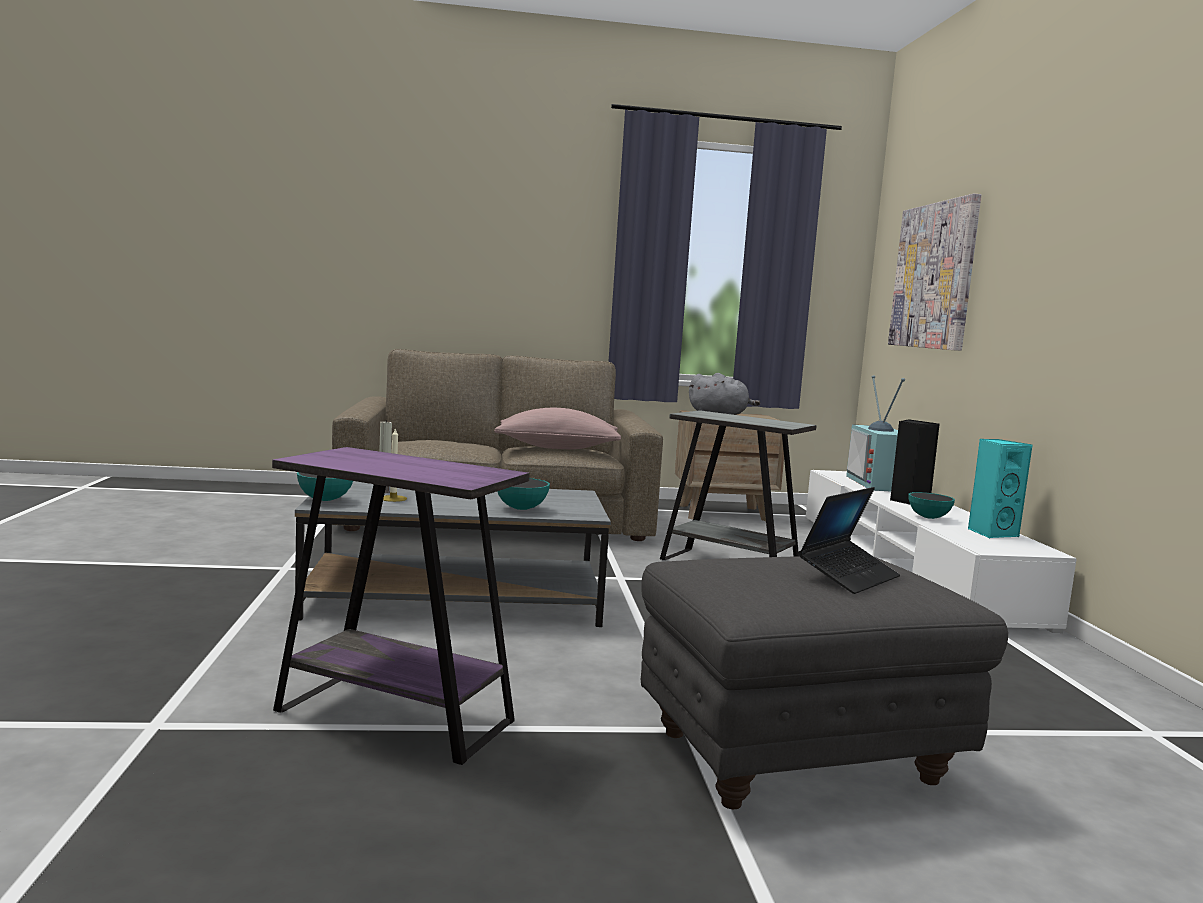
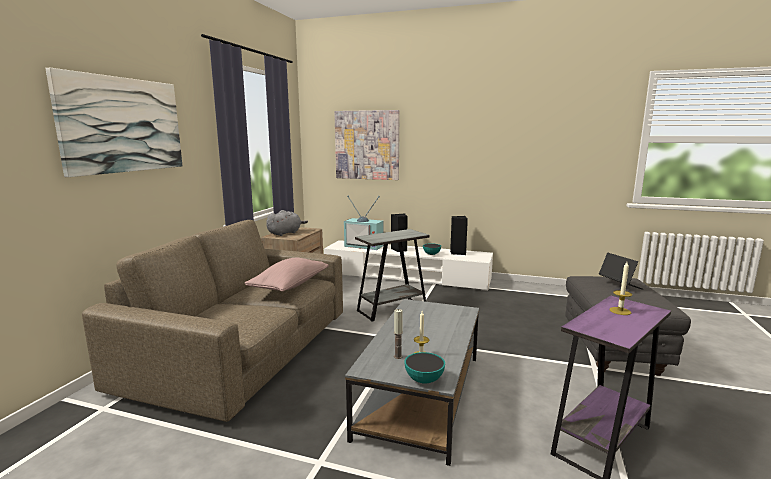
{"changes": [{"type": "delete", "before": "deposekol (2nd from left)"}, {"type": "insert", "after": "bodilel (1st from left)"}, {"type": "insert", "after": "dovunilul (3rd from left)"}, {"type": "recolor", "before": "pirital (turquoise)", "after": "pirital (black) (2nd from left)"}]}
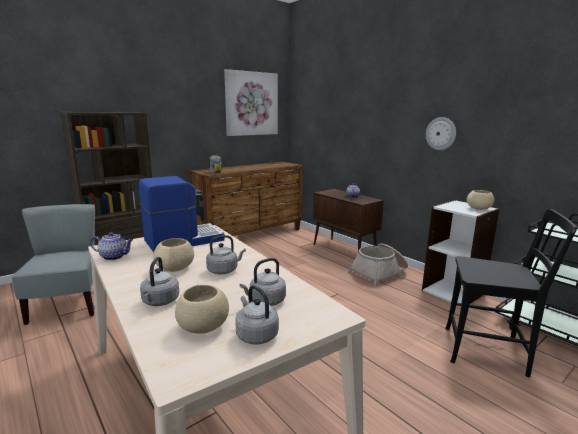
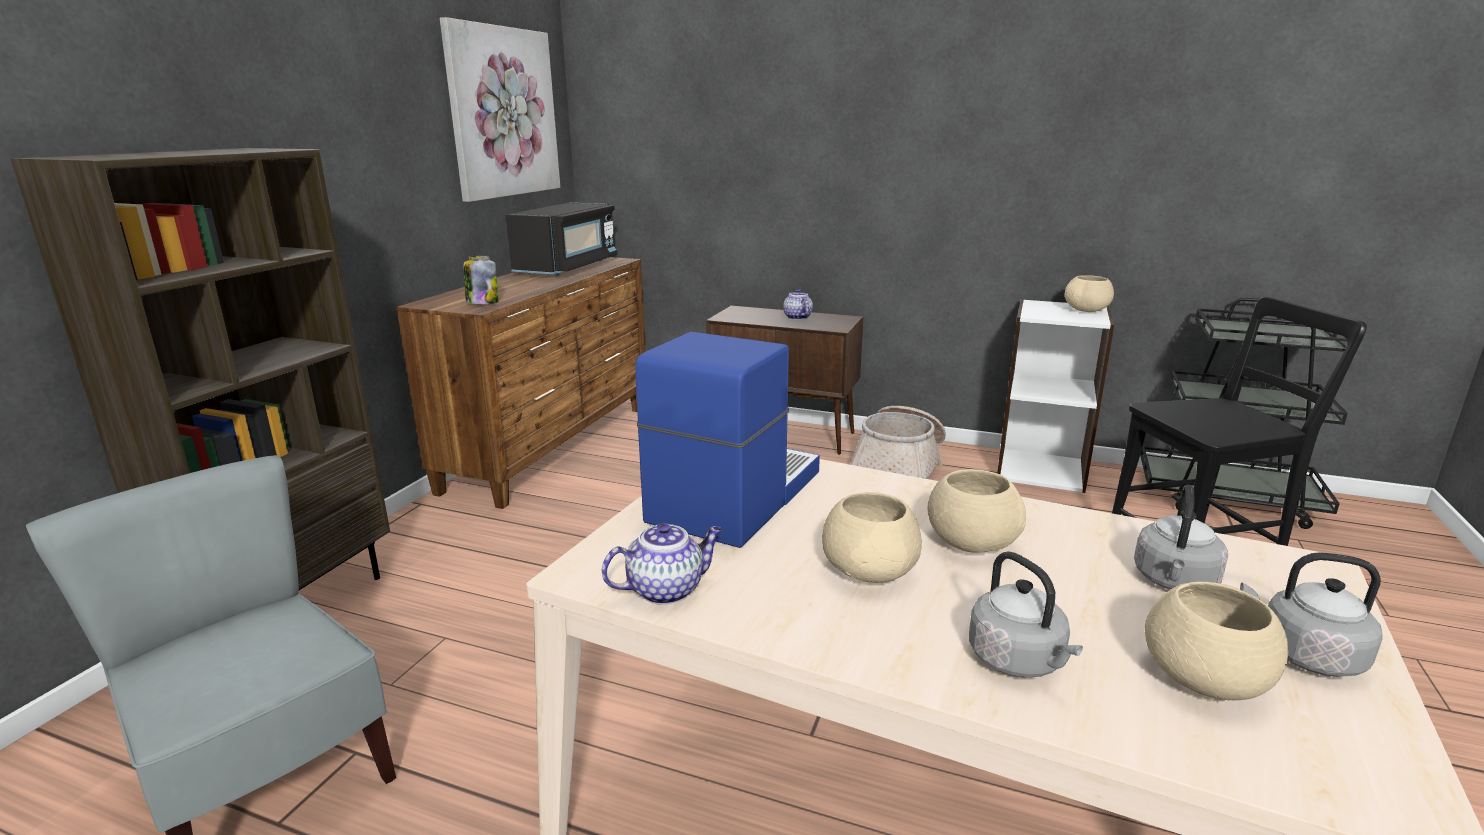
{"changes": [{"type": "delete", "before": "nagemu"}, {"type": "insert", "after": "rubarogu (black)"}, {"type": "replace", "before": "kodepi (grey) (2nd from left)", "after": "deposekol (beige) (2nd from left)"}]}
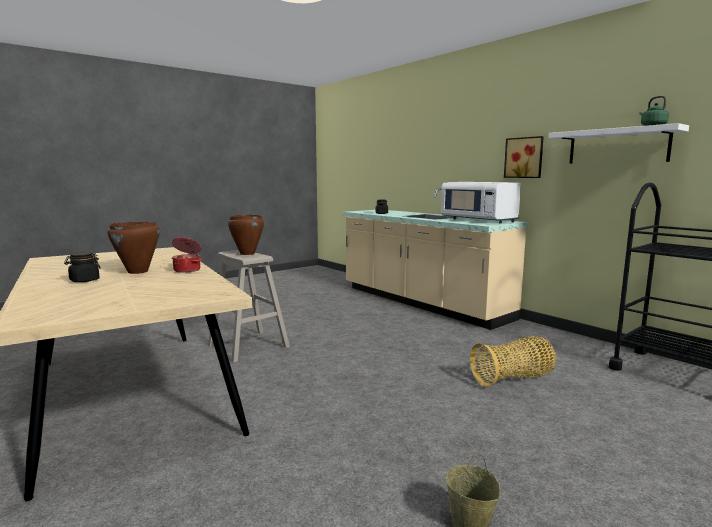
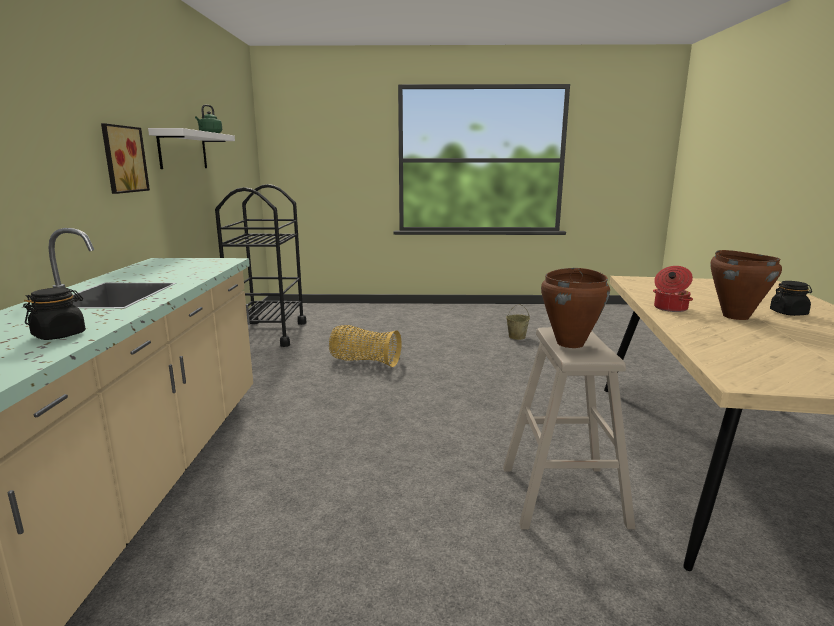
{"changes": [{"type": "delete", "before": "rubarogu (white)"}]}
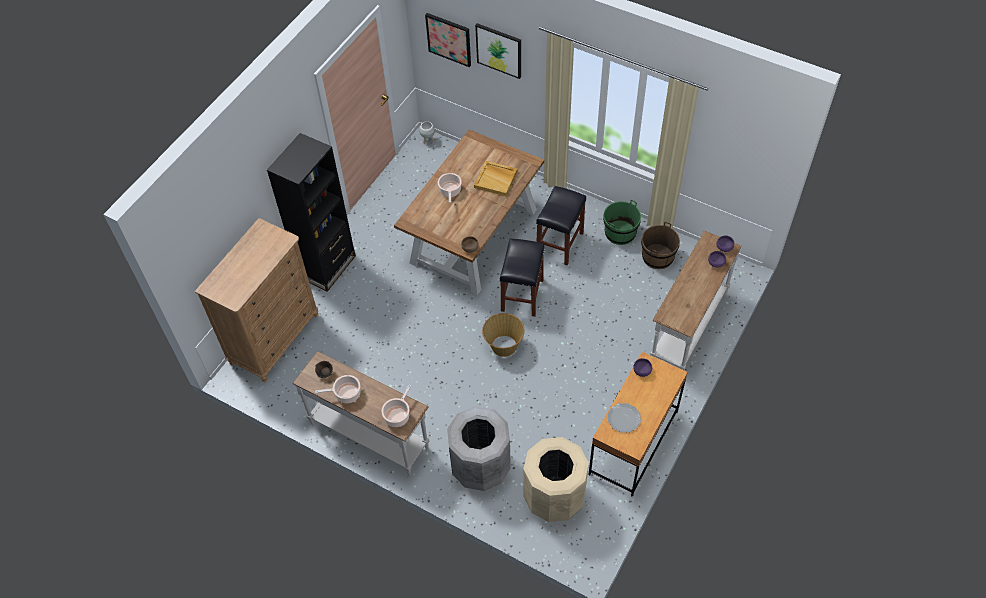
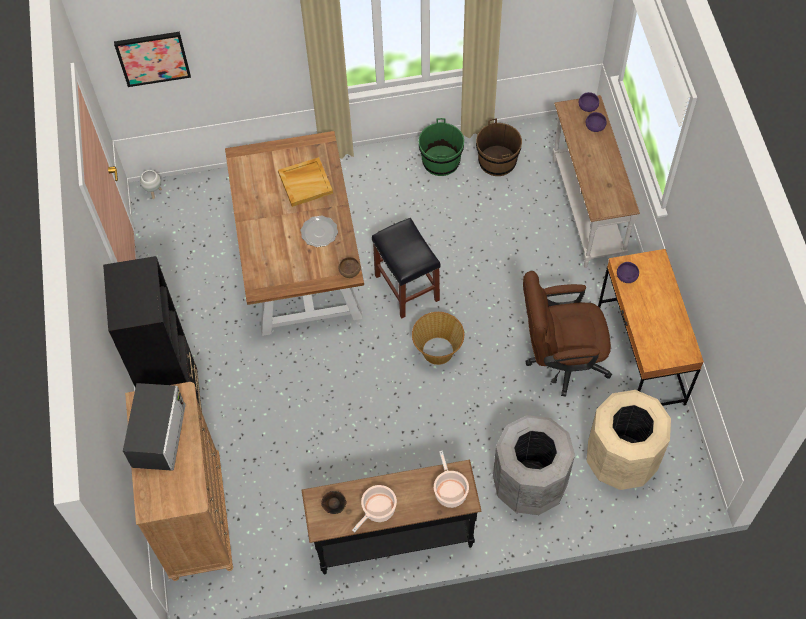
{"changes": [{"type": "delete", "before": "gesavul (3rd from left)"}, {"type": "delete", "before": "bodilel (2nd from left)"}, {"type": "delete", "before": "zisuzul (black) (2nd from left)"}, {"type": "insert", "after": "rubarogu"}, {"type": "insert", "after": "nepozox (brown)"}, {"type": "move", "before": "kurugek"}, {"type": "recolor", "before": "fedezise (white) (1st from left)", "after": "fedezise (black)"}]}
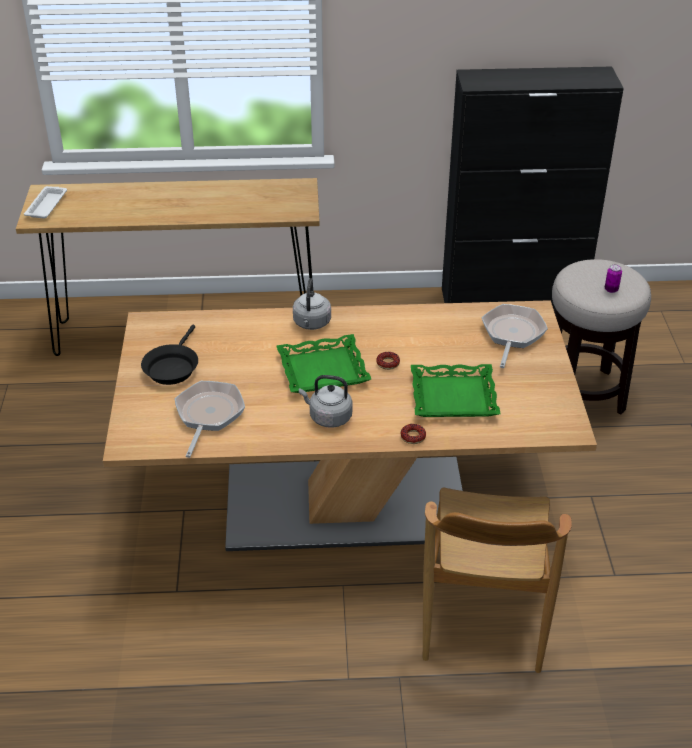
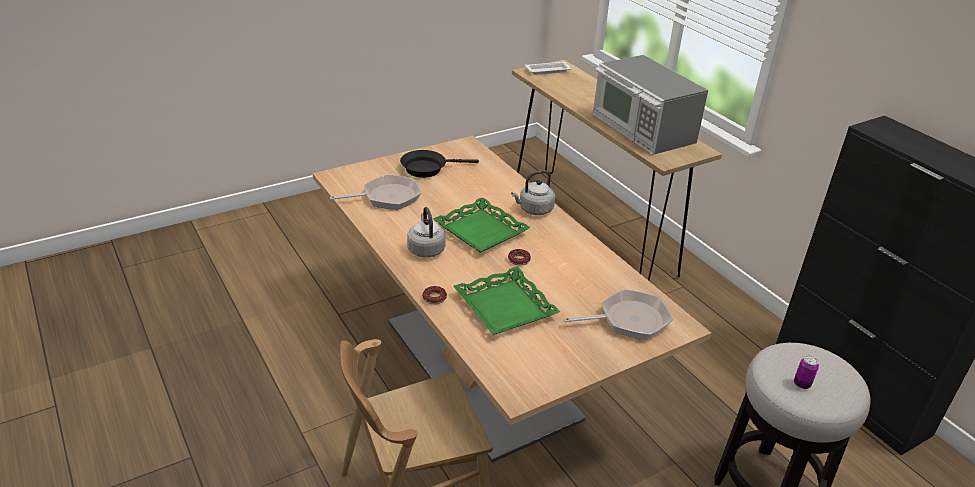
{"changes": [{"type": "insert", "after": "rubarogu"}]}
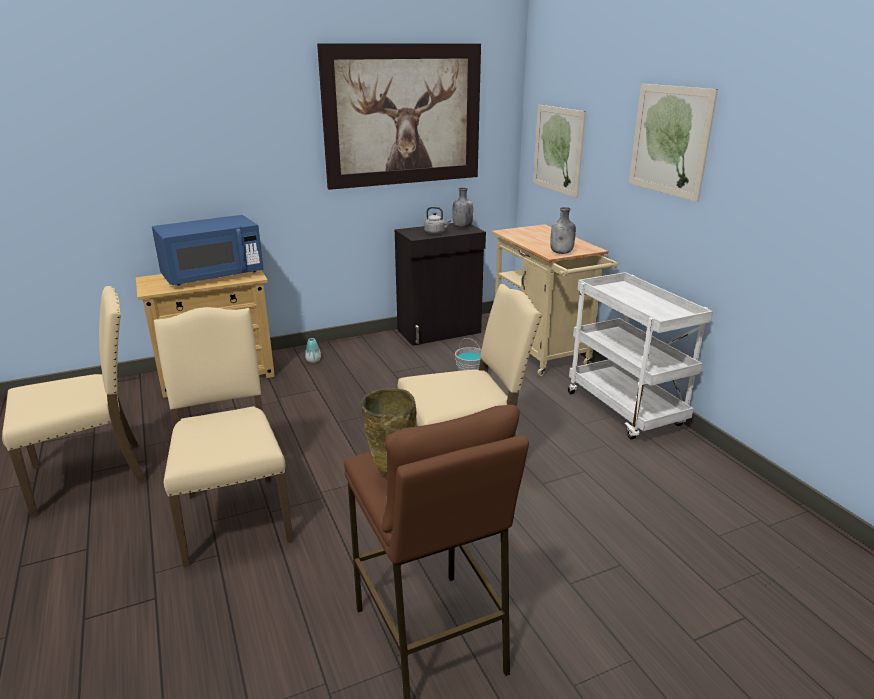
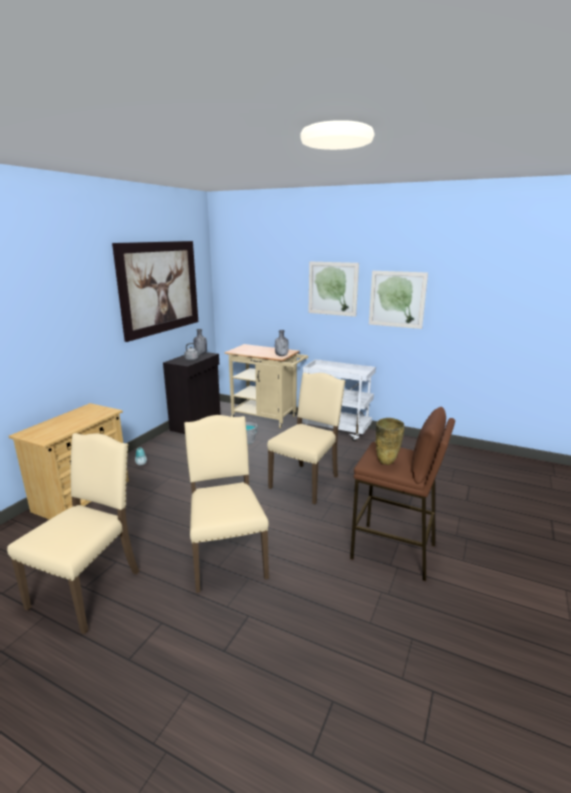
{"changes": [{"type": "delete", "before": "rubarogu (blue)"}, {"type": "move", "before": "bodilel (2nd from left in the first image)", "after": "bodilel (3rd from left)"}, {"type": "rotate", "before": "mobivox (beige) (2nd from left)", "turn": 45}]}
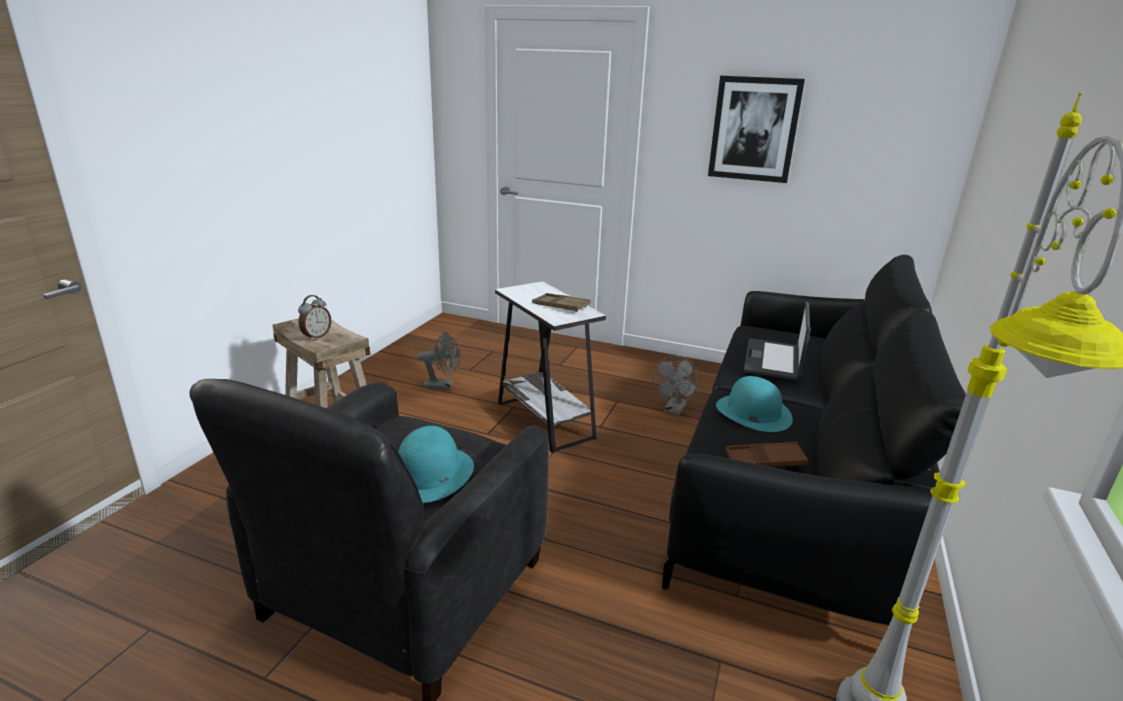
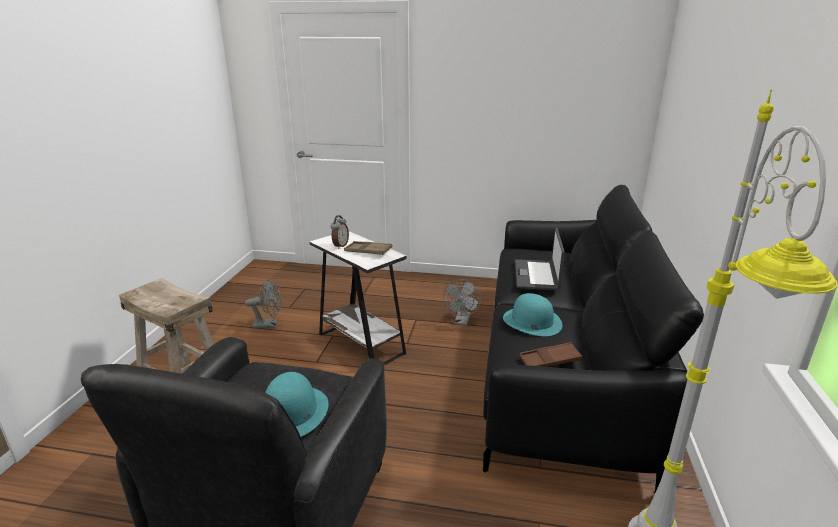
{"changes": [{"type": "delete", "before": "bodilel"}, {"type": "move", "before": "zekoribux"}]}
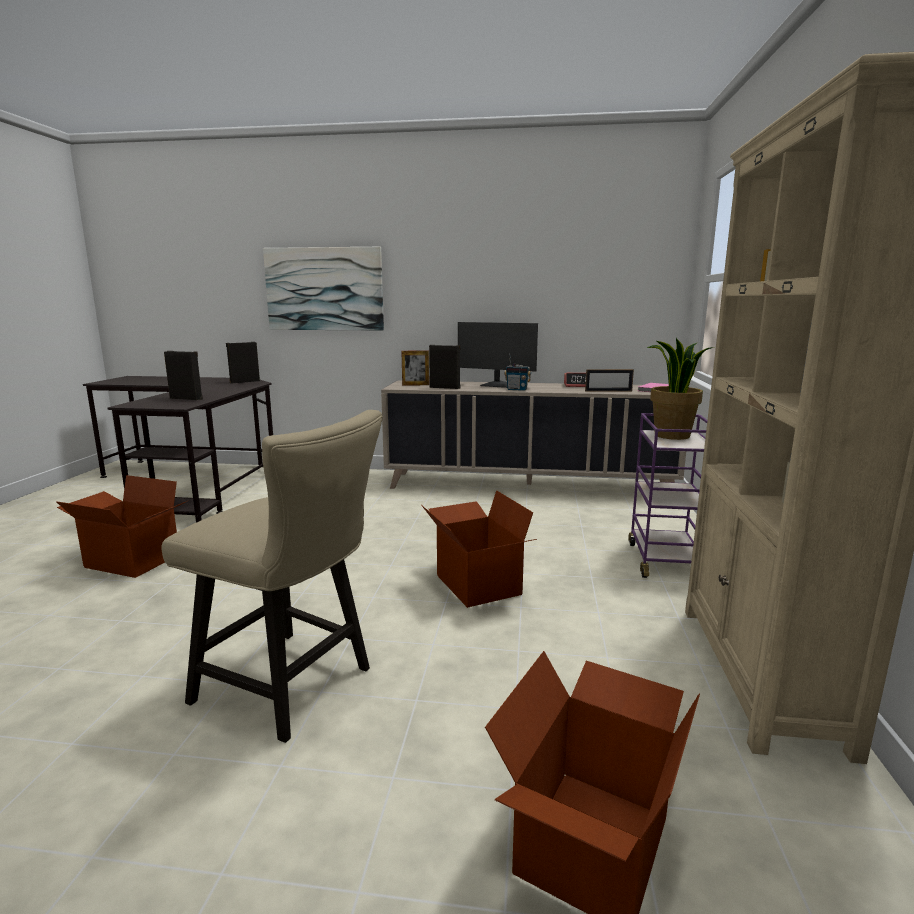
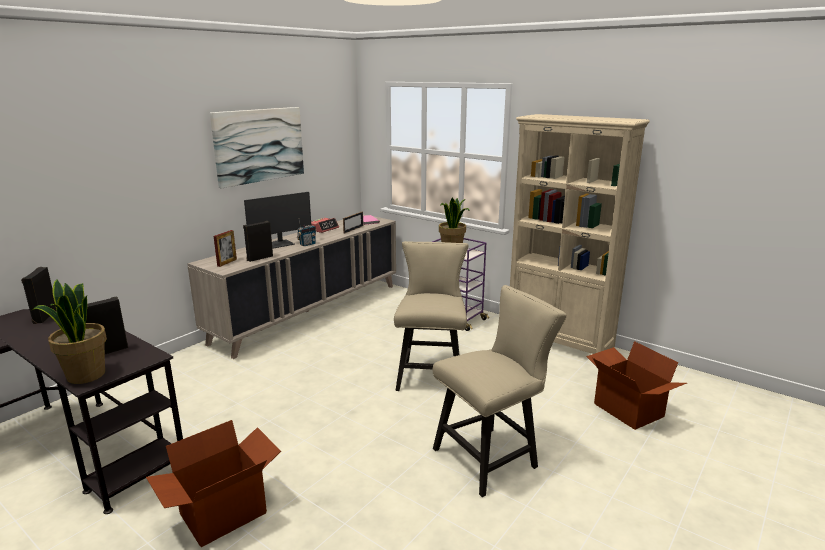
{"changes": [{"type": "insert", "after": "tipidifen (1st from left)"}, {"type": "move", "before": "bodilel"}, {"type": "replace", "before": "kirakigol (2nd from left)", "after": "mobivox (beige) (1st from left)"}]}
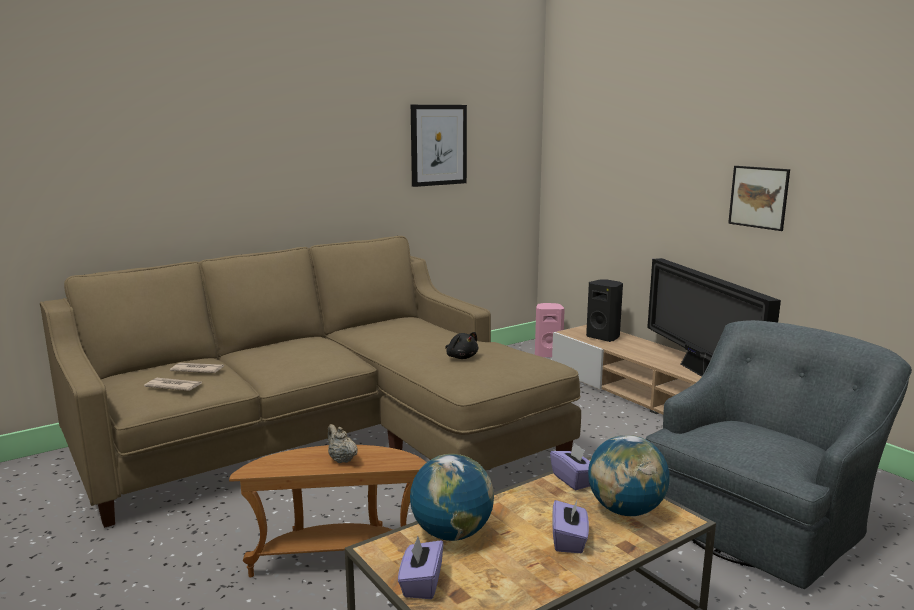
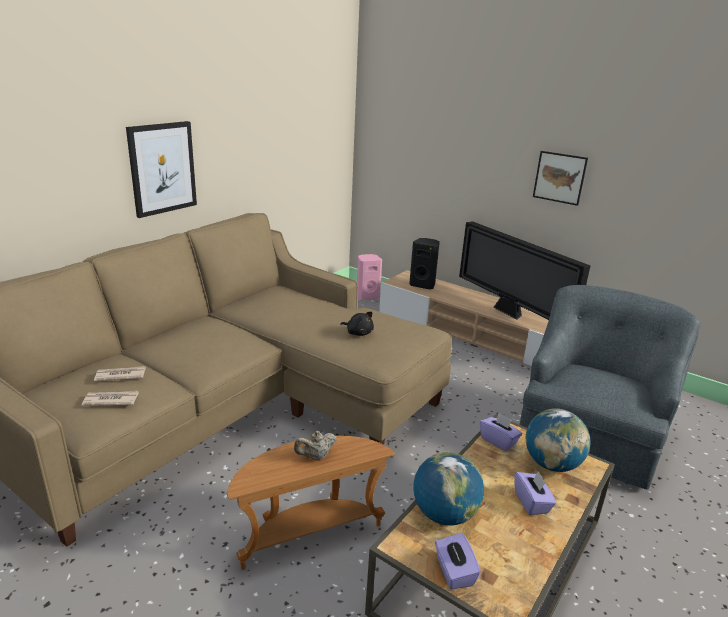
{"changes": [{"type": "move", "before": "bodilel (1st from left)"}, {"type": "rotate", "before": "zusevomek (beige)", "turn": -60}]}
